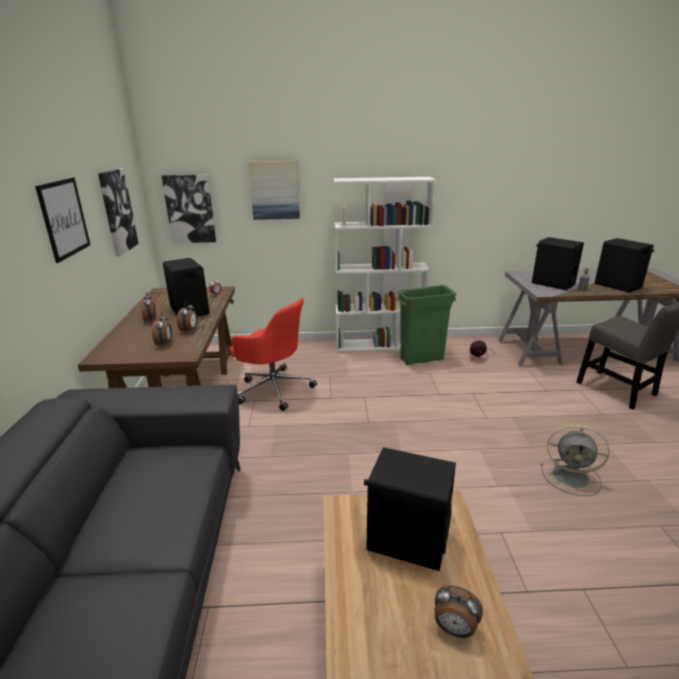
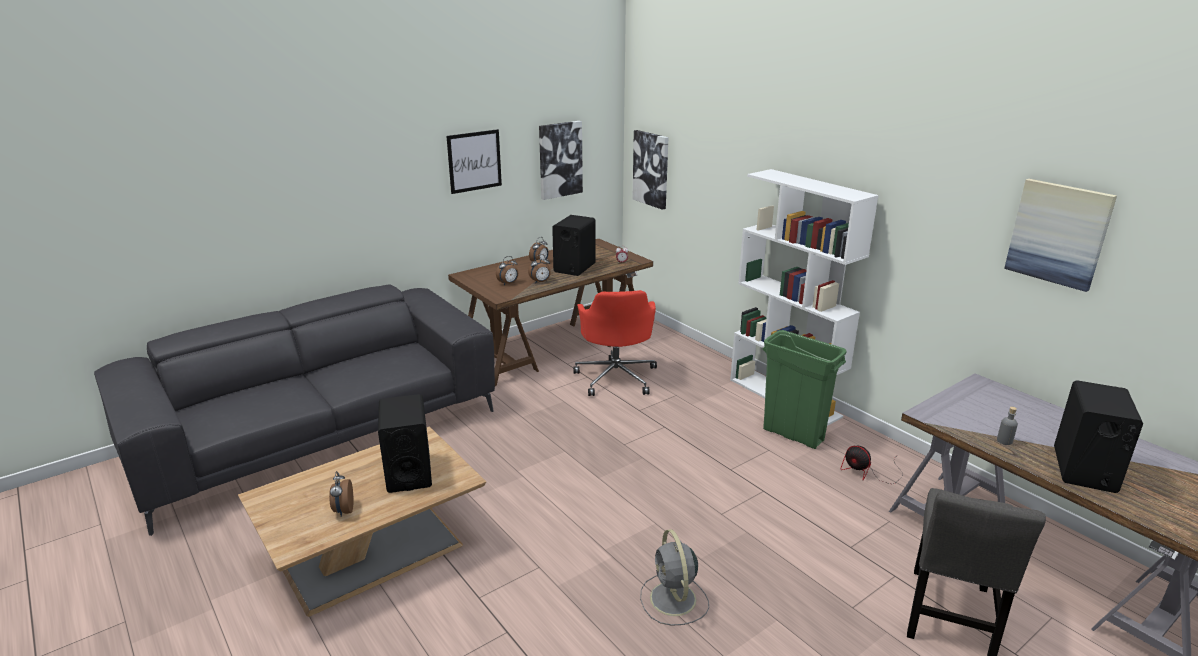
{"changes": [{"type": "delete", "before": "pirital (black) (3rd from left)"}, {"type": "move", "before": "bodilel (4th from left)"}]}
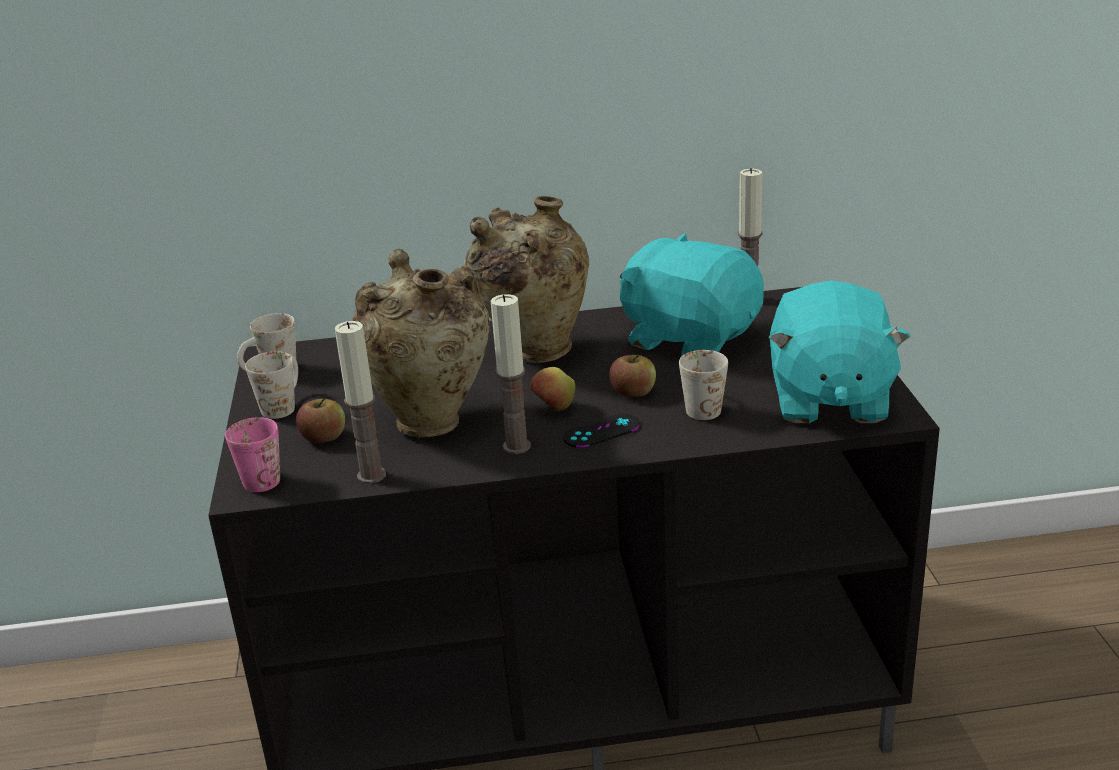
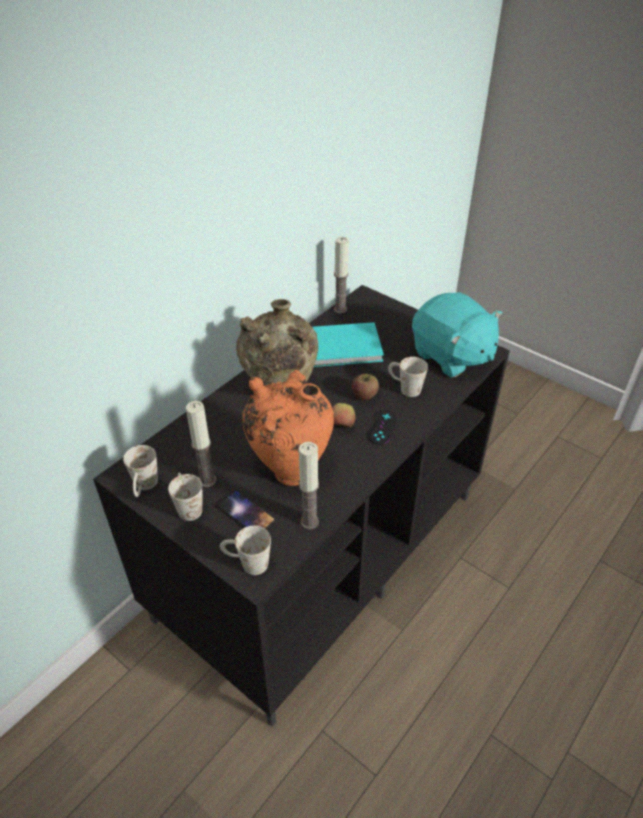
{"changes": [{"type": "move", "before": "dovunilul (2nd from left in the first image)", "after": "dovunilul (1st from left)"}, {"type": "replace", "before": "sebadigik (1st from left)", "after": "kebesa"}, {"type": "replace", "before": "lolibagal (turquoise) (1st from left)", "after": "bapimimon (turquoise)"}, {"type": "recolor", "before": "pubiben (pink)", "after": "pubiben (white) (3rd from left)"}, {"type": "recolor", "before": "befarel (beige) (1st from left)", "after": "befarel (orange)"}]}
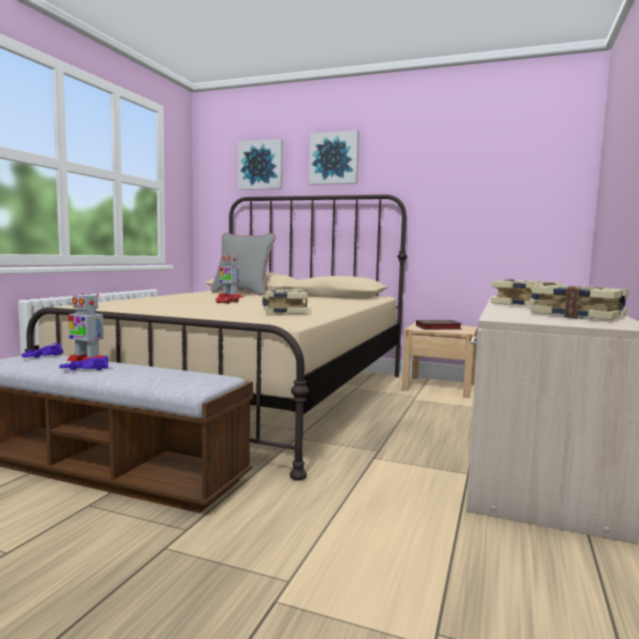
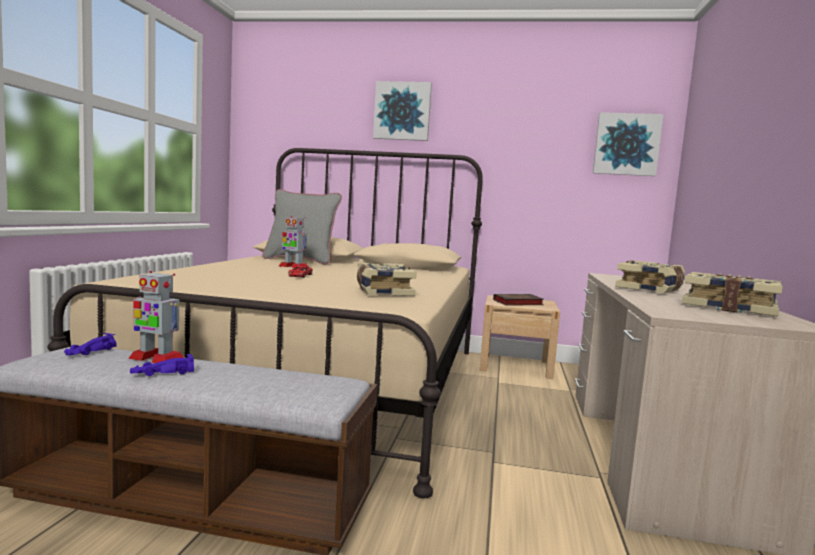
{"changes": [{"type": "move", "before": "bodilel (1st from left in the first image)", "after": "bodilel (2nd from left)"}]}
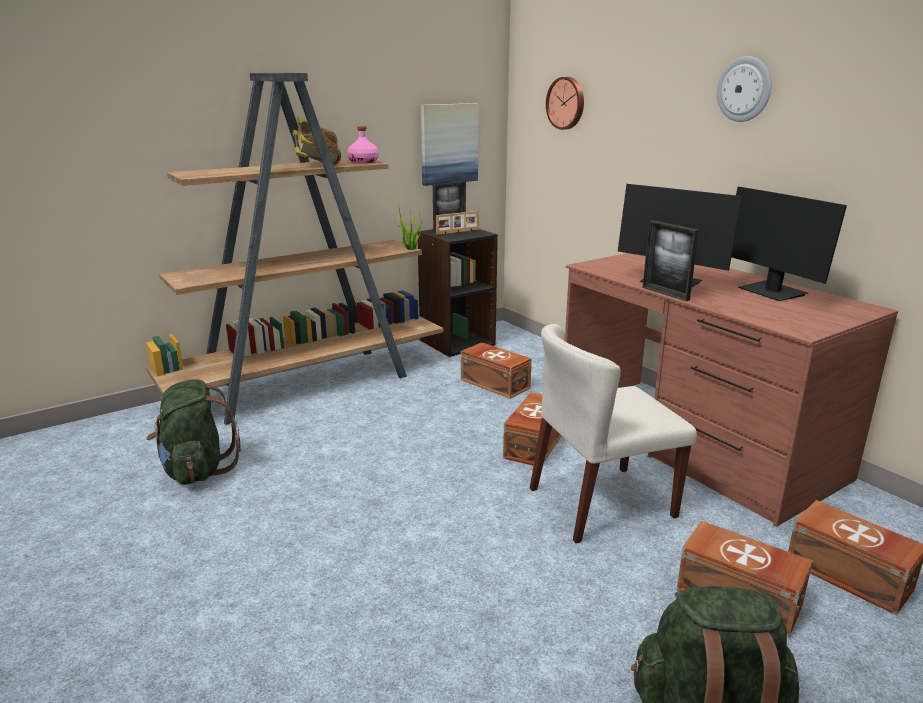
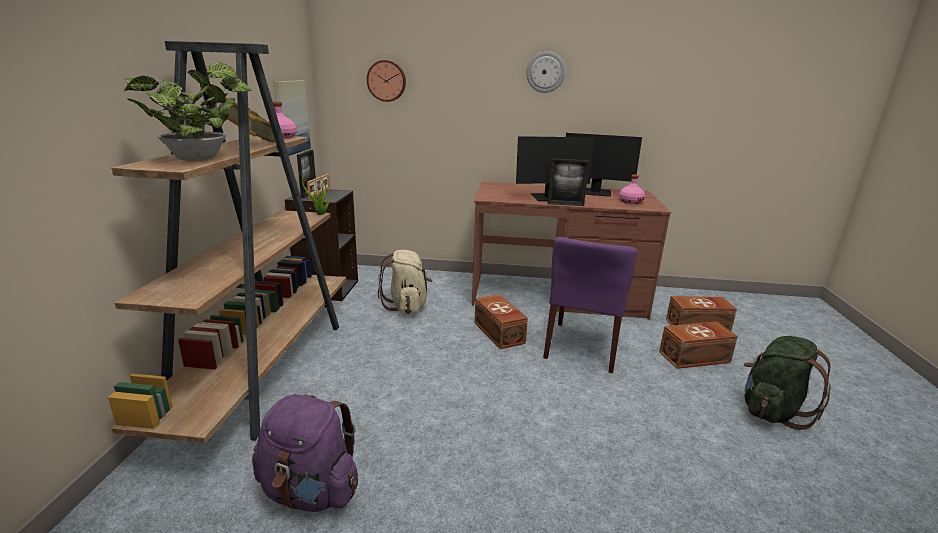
{"changes": [{"type": "insert", "after": "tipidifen (1st from left)"}, {"type": "insert", "after": "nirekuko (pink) (2nd from left)"}, {"type": "replace", "before": "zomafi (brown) (1st from left)", "after": "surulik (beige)"}, {"type": "recolor", "before": "surulik (green) (1st from left)", "after": "surulik (purple)"}, {"type": "recolor", "before": "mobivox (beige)", "after": "mobivox (purple)"}]}
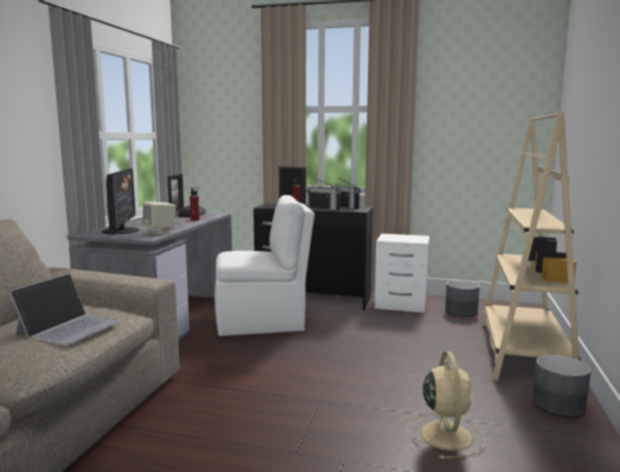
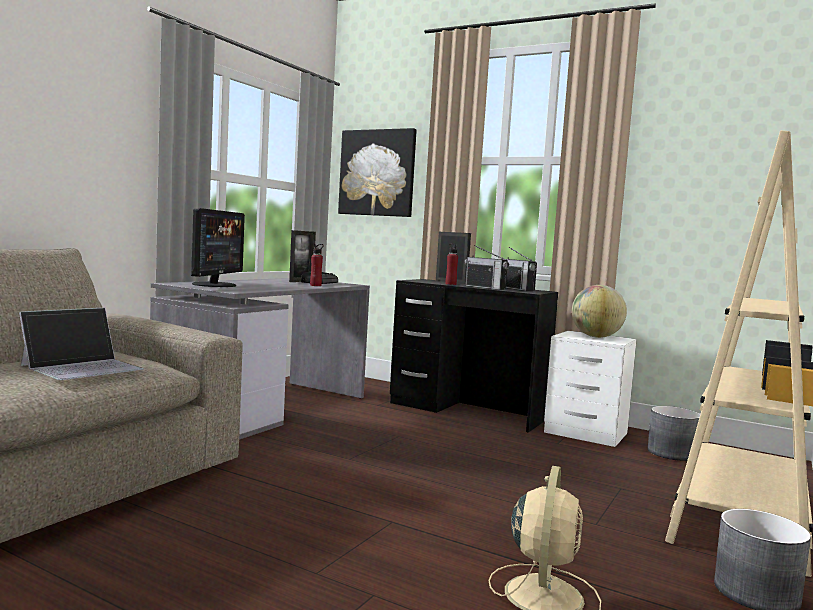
{"changes": [{"type": "delete", "before": "pirital (beige)"}, {"type": "delete", "before": "mobivox (white)"}, {"type": "insert", "after": "bodilel"}, {"type": "insert", "after": "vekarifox"}]}
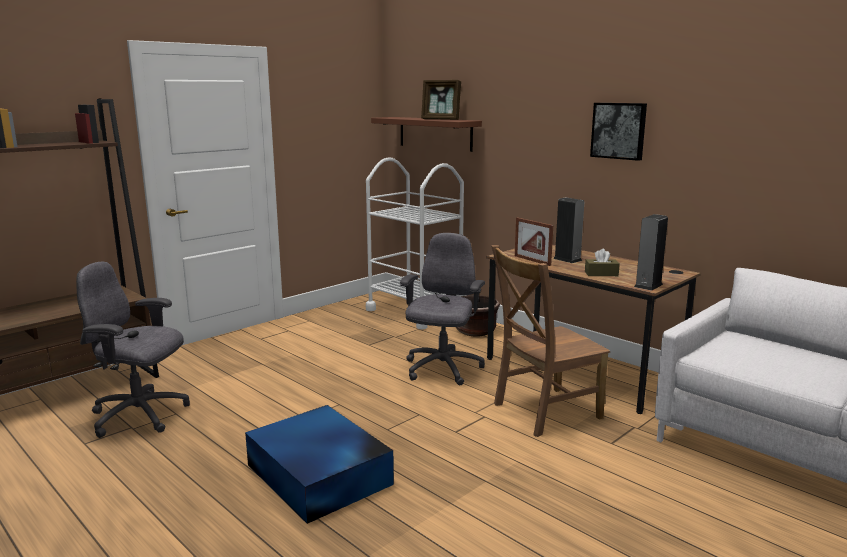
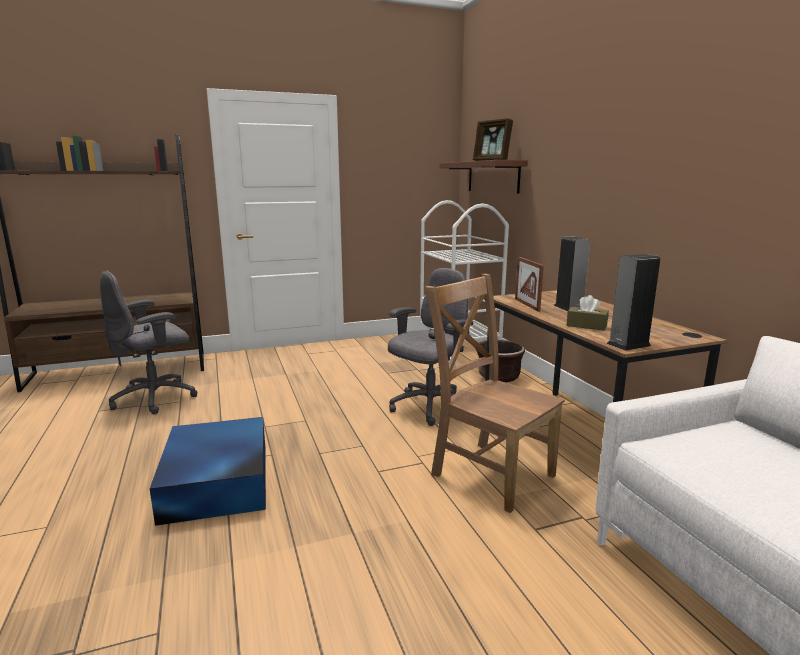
{"changes": [{"type": "delete", "before": "bodilel"}, {"type": "rotate", "before": "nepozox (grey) (1st from left)", "turn": -75}, {"type": "rotate", "before": "mobivox (brown)", "turn": 45}]}
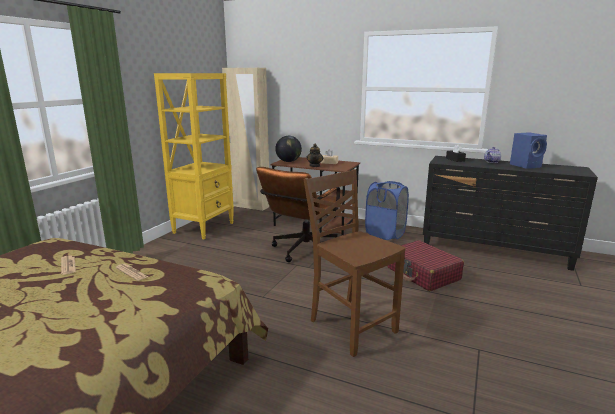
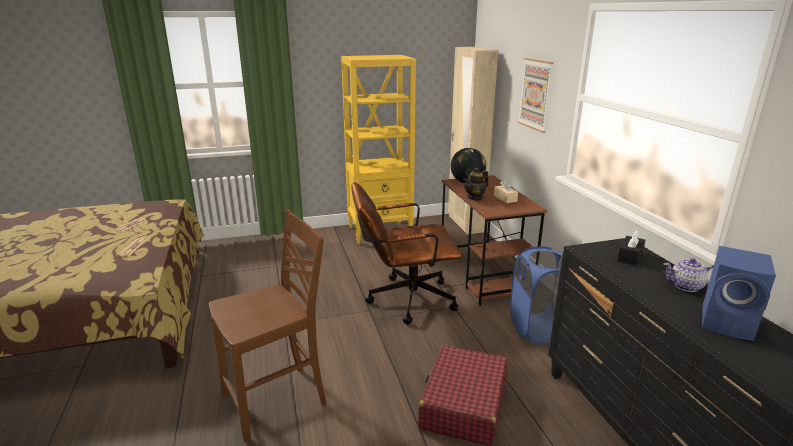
{"changes": [{"type": "insert", "after": "bodilel"}, {"type": "rotate", "before": "mobivox (brown)", "turn": 45}]}
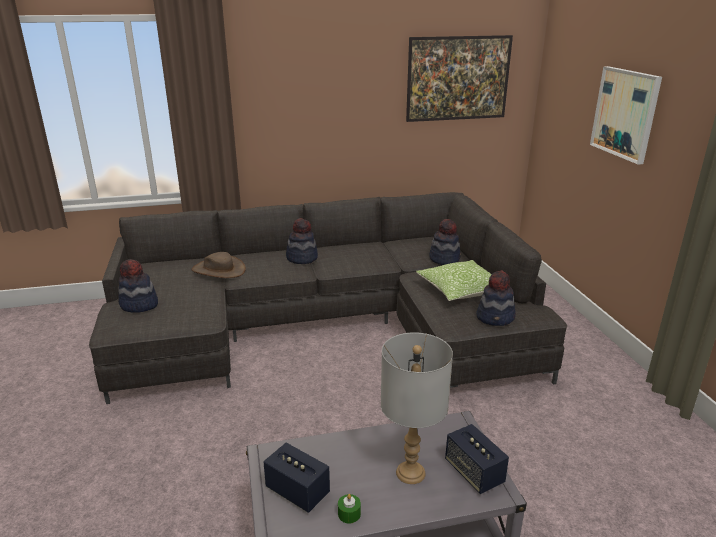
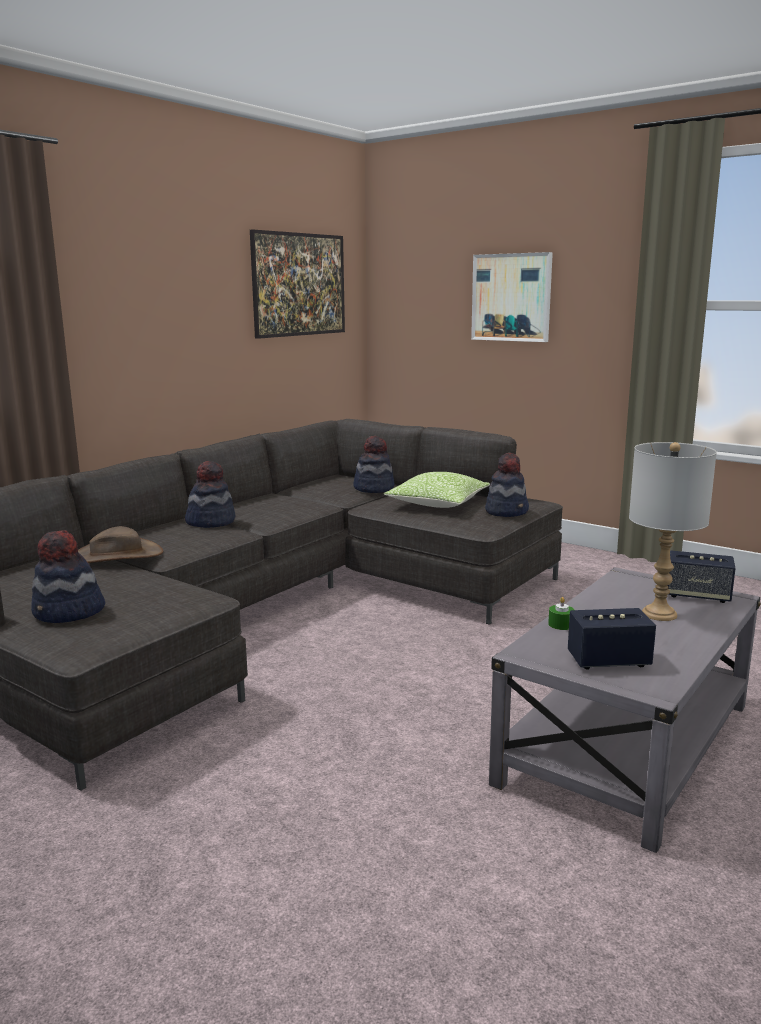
{"changes": [{"type": "move", "before": "dovunilul (green)"}]}
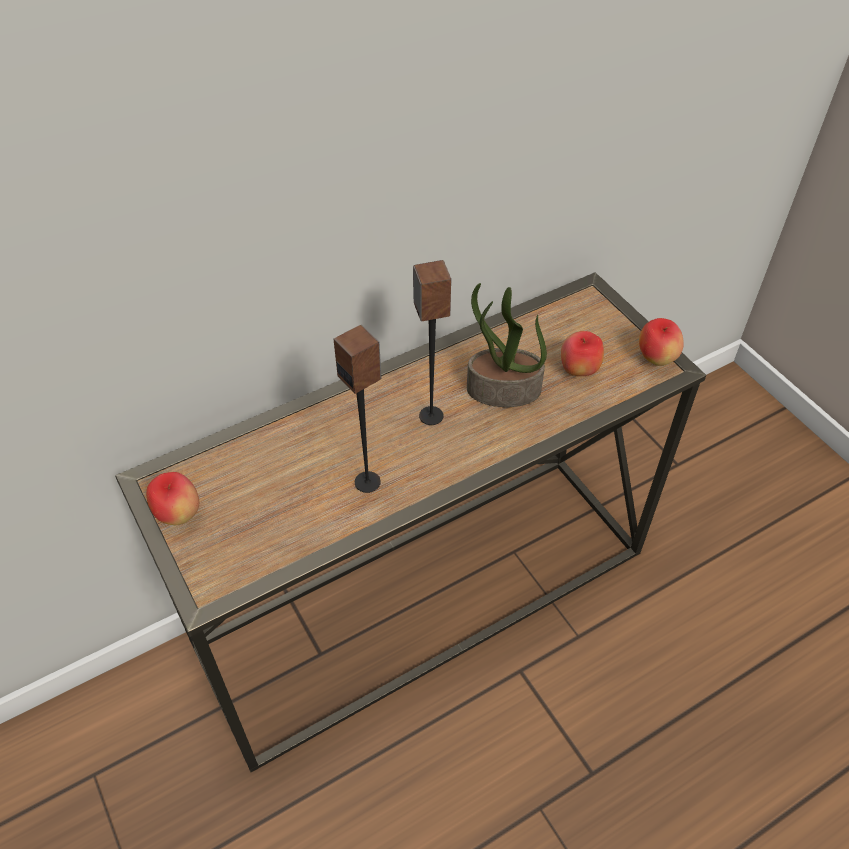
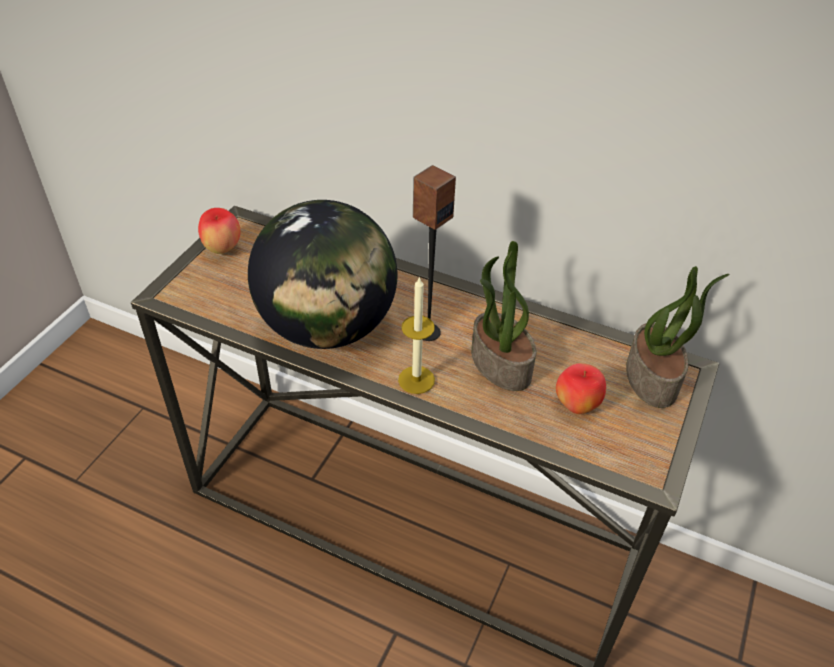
{"changes": [{"type": "delete", "before": "sebadigik (3rd from left)"}, {"type": "insert", "after": "dovunilul"}, {"type": "insert", "after": "tipidifen (2nd from left)"}, {"type": "replace", "before": "pirital (1st from left)", "after": "vekarifox"}]}
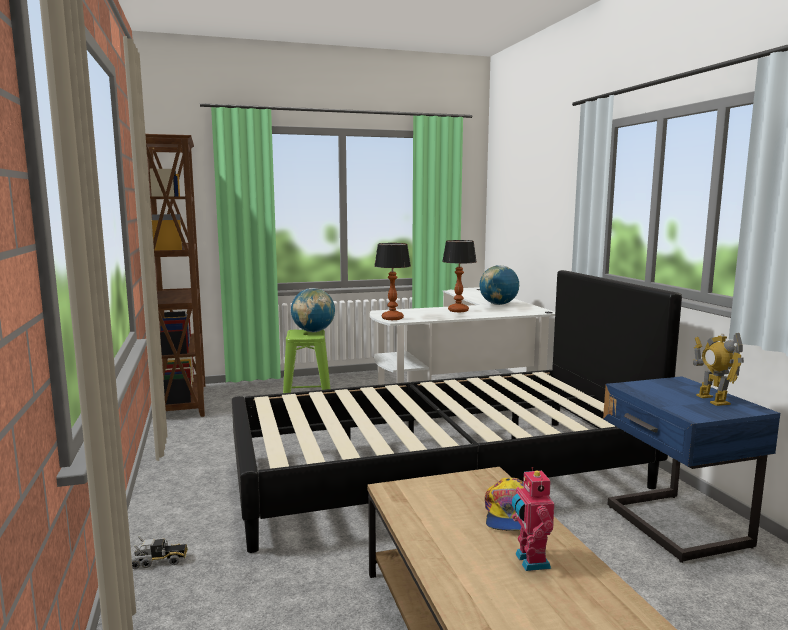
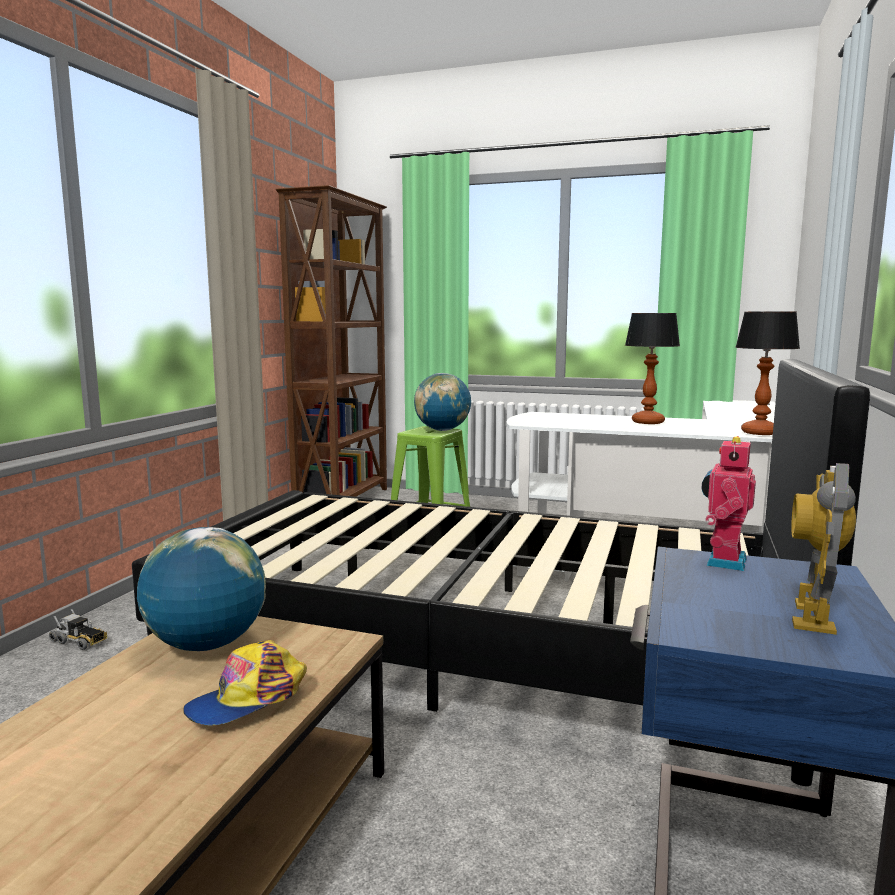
{"changes": [{"type": "move", "before": "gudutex (1st from left in the first image)", "after": "gudutex (2nd from left)"}, {"type": "move", "before": "vekarifox (2nd from left in the first image)", "after": "vekarifox (1st from left)"}, {"type": "move", "before": "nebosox (1st from left)"}]}
